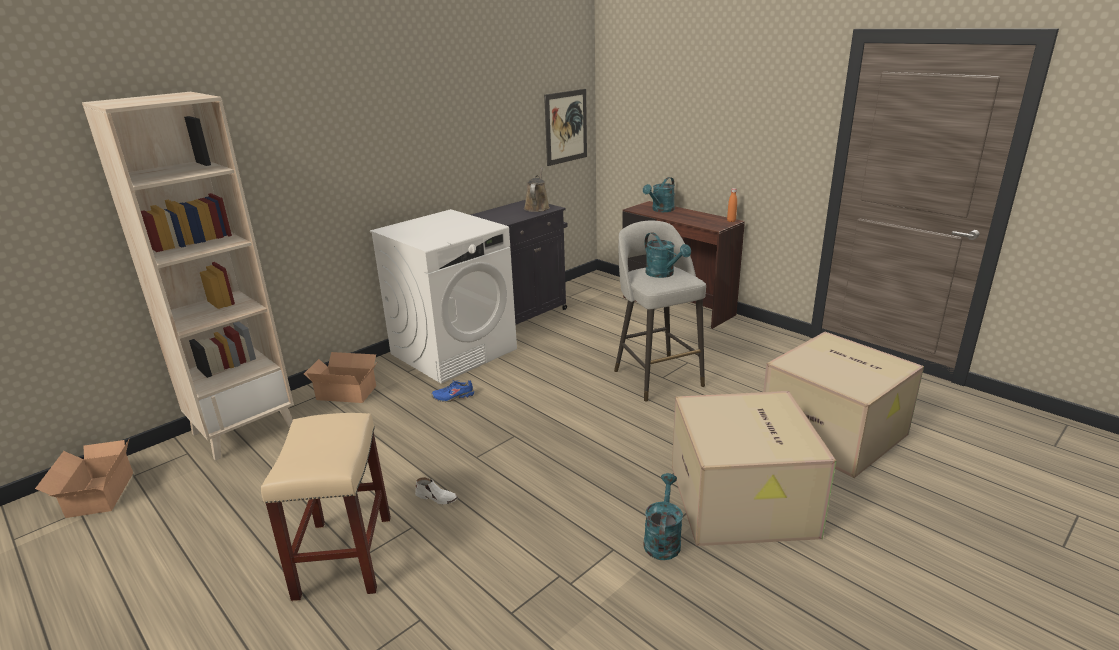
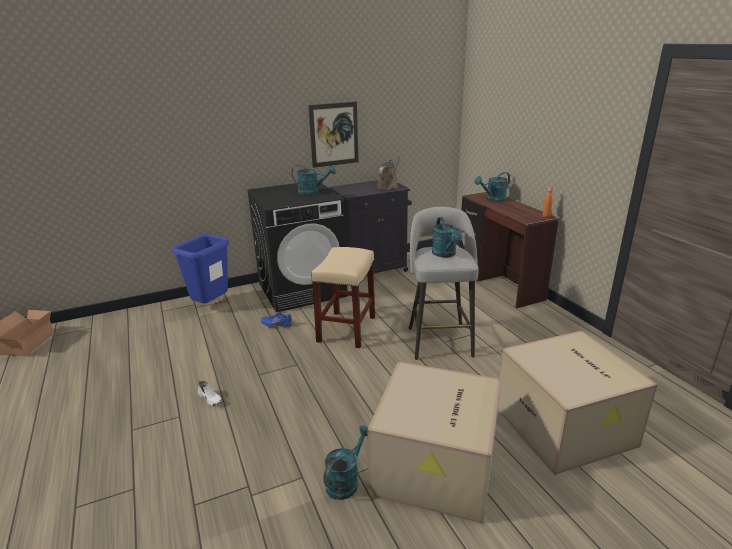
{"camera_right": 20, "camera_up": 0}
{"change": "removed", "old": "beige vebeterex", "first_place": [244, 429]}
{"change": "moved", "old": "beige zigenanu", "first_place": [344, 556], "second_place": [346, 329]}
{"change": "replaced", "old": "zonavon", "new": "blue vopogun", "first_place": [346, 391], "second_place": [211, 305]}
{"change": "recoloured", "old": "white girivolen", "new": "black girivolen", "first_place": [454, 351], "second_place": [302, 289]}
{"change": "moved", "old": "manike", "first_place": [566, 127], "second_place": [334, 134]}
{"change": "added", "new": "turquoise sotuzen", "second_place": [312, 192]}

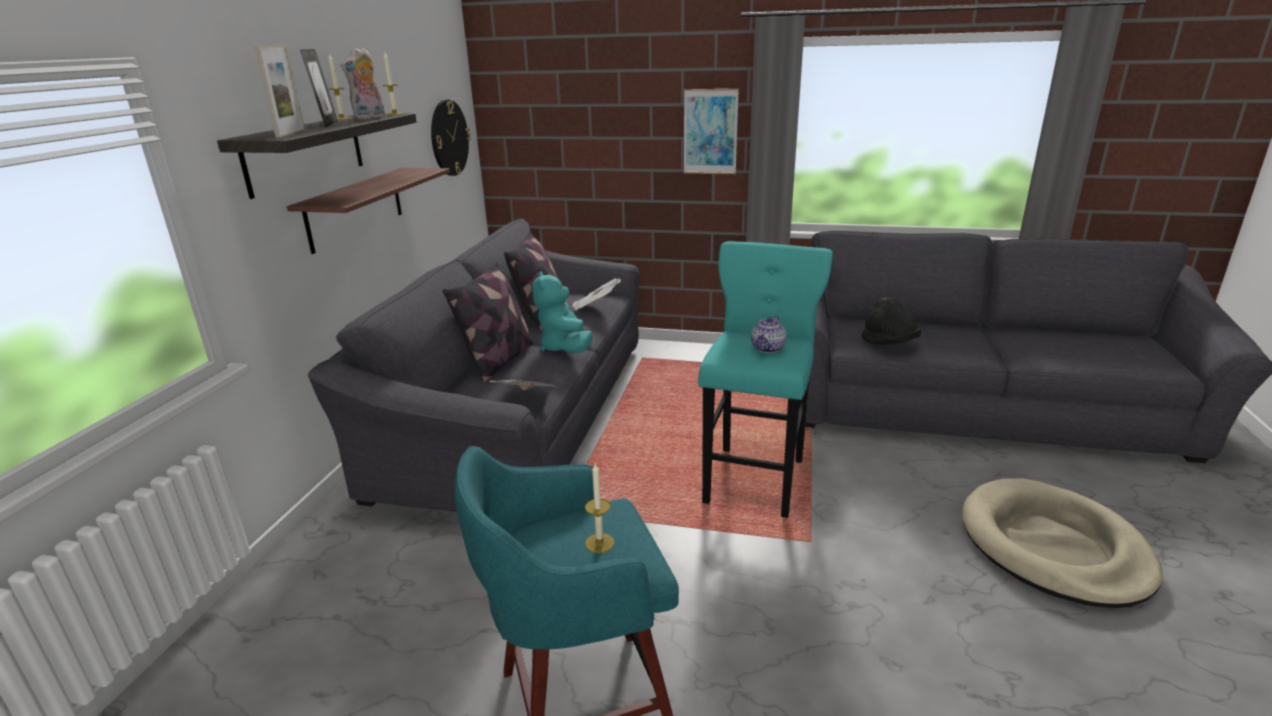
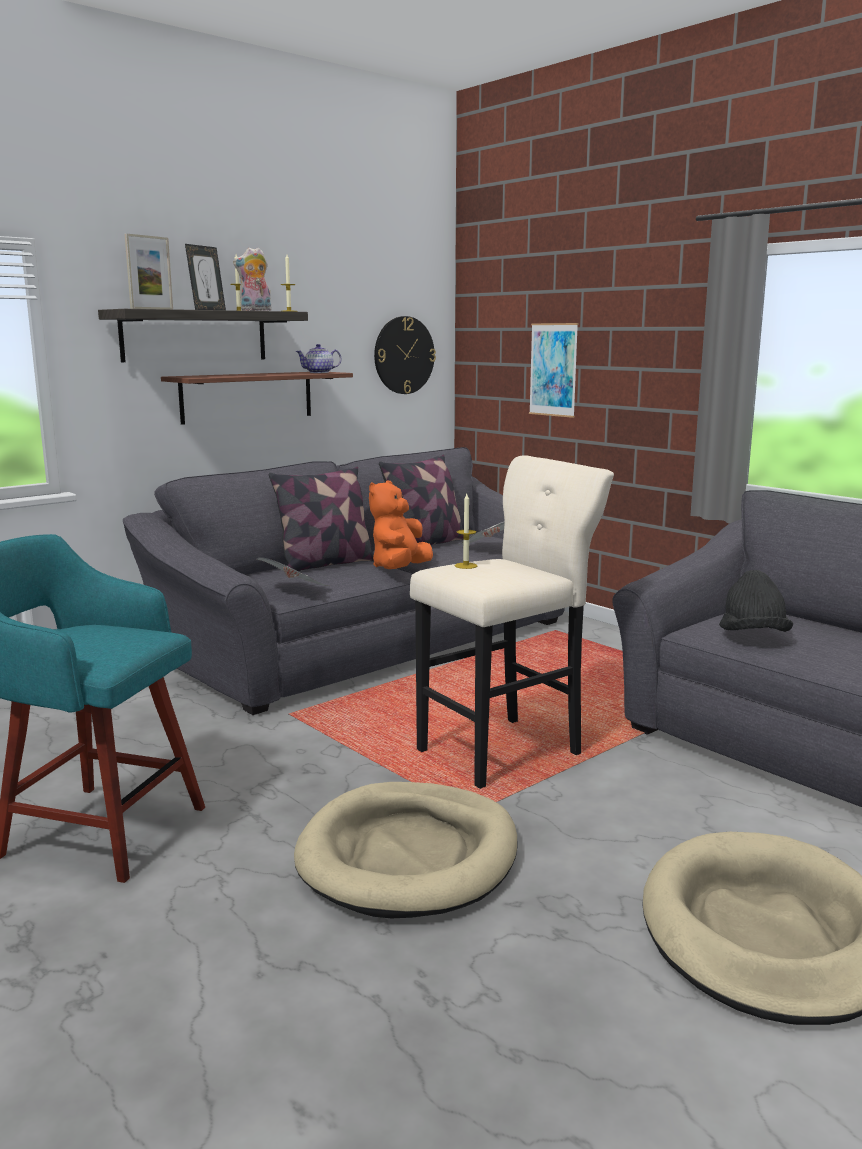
{"camera_right": 35, "camera_up": -10}
{"change": "recoloured", "old": "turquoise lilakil", "new": "orange lilakil", "first_place": [565, 348], "second_place": [399, 569]}
{"change": "moved", "old": "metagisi", "first_place": [599, 543], "second_place": [466, 566]}
{"change": "moved", "old": "manike", "first_place": [710, 132], "second_place": [553, 369]}
{"change": "recoloured", "old": "turquoise zigenanu", "new": "beige zigenanu", "first_place": [755, 477], "second_place": [505, 750]}
{"change": "moved", "old": "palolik", "first_place": [768, 348], "second_place": [319, 372]}
{"change": "added", "new": "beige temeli", "second_place": [409, 856]}

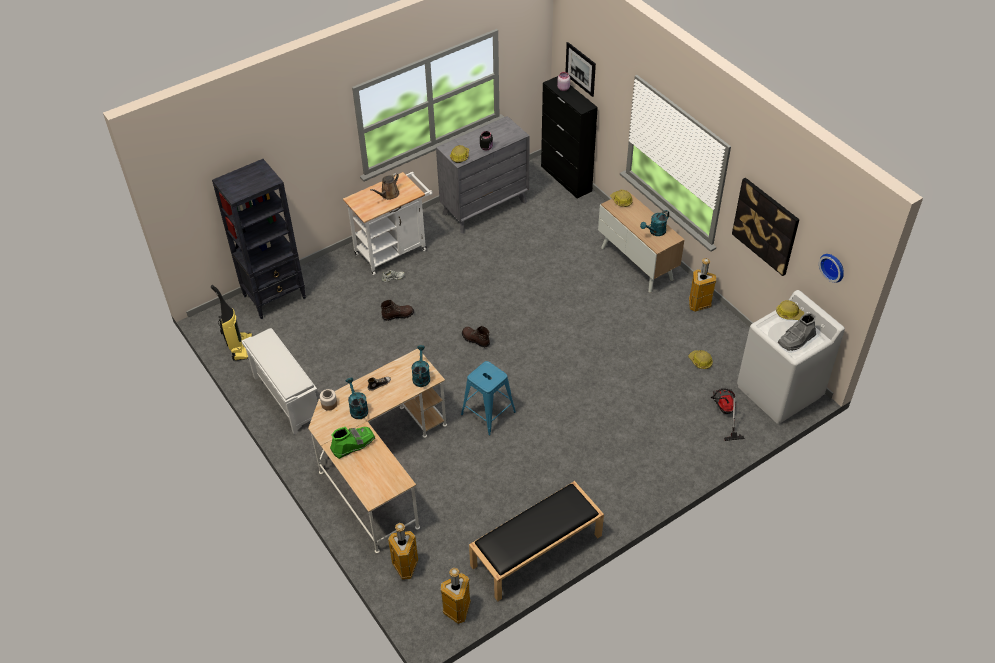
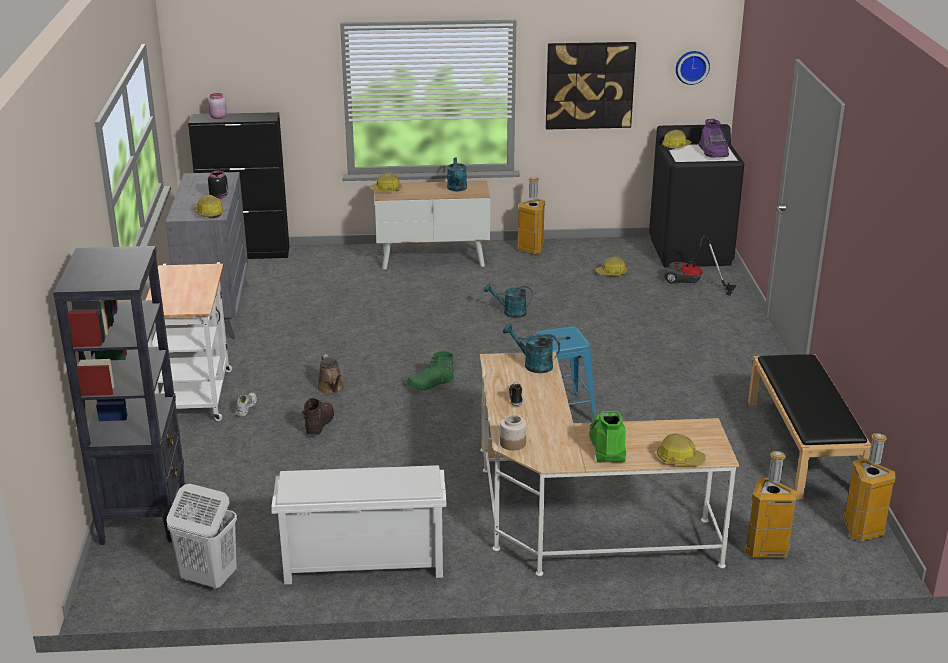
{"camera_right": -60, "camera_up": -20}
{"change": "replaced", "old": "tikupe", "new": "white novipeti", "first_place": [241, 348], "second_place": [208, 578]}
{"change": "moved", "old": "turquoise sotuzen", "first_place": [357, 408], "second_place": [510, 312]}
{"change": "moved", "old": "brown sotuzen", "first_place": [388, 195], "second_place": [332, 389]}
{"change": "recoloured", "old": "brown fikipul", "new": "green fikipul", "first_place": [475, 340], "second_place": [430, 384]}
{"change": "removed", "old": "manike", "first_place": [580, 69]}
{"change": "recoloured", "old": "white girivolen", "new": "black girivolen", "first_place": [779, 392], "second_place": [691, 251]}
{"change": "recoloured", "old": "grey fikipul", "new": "purple fikipul", "first_place": [796, 340], "second_place": [713, 153]}
{"change": "added", "new": "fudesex", "second_place": [679, 459]}

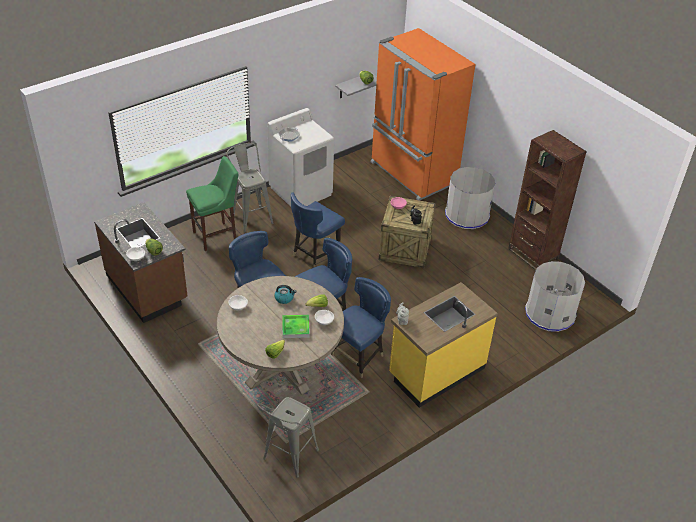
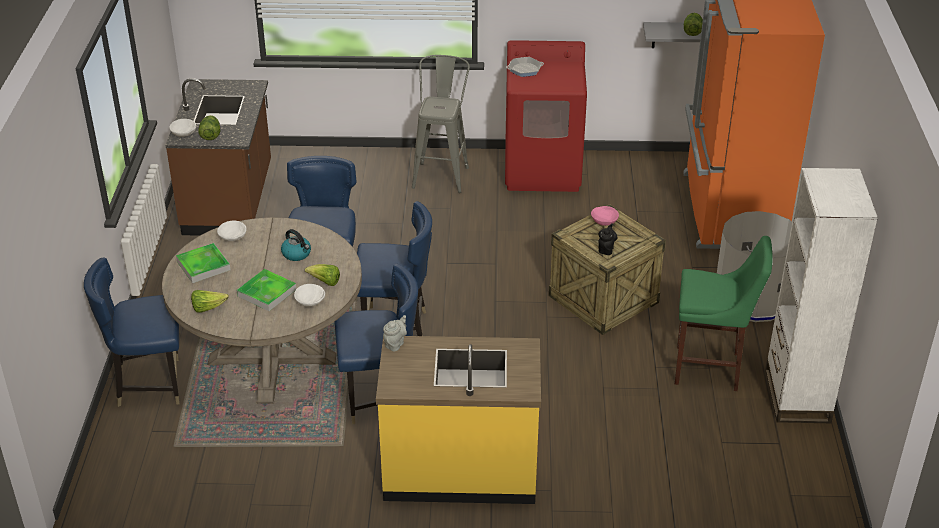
{"camera_right": 40, "camera_up": -5}
{"change": "moved", "old": "green zigenanu", "first_place": [217, 236], "second_place": [711, 369]}
{"change": "removed", "old": "grey zigenanu", "first_place": [287, 458]}
{"change": "recoloured", "old": "white girivolen", "new": "red girivolen", "first_place": [301, 191], "second_place": [543, 170]}
{"change": "moved", "old": "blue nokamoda", "first_place": [315, 254], "second_place": [149, 384]}
{"change": "recoloured", "old": "brown vebeterex", "new": "white vebeterex", "first_place": [532, 255], "second_place": [797, 396]}
{"change": "removed", "old": "grey vopogun", "first_place": [550, 313]}
{"change": "added", "new": "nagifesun", "second_place": [203, 266]}

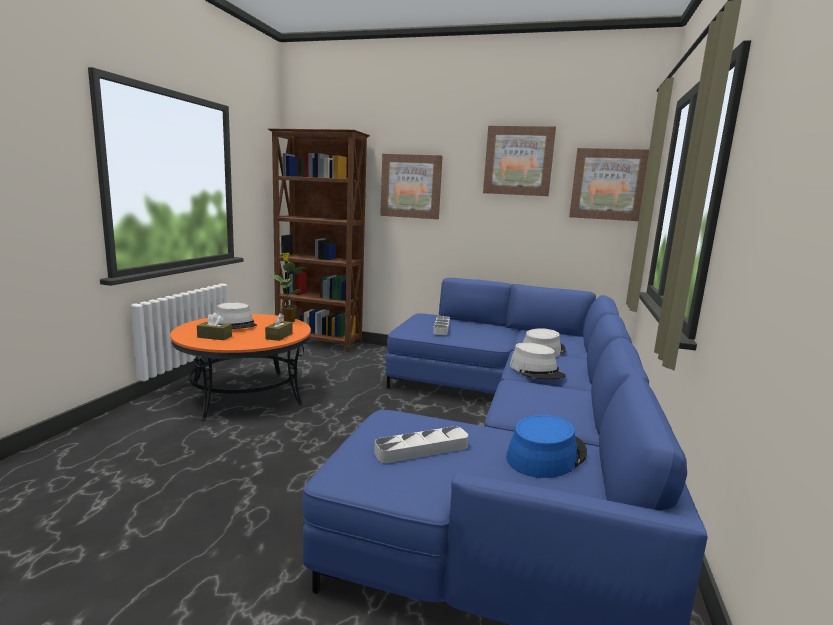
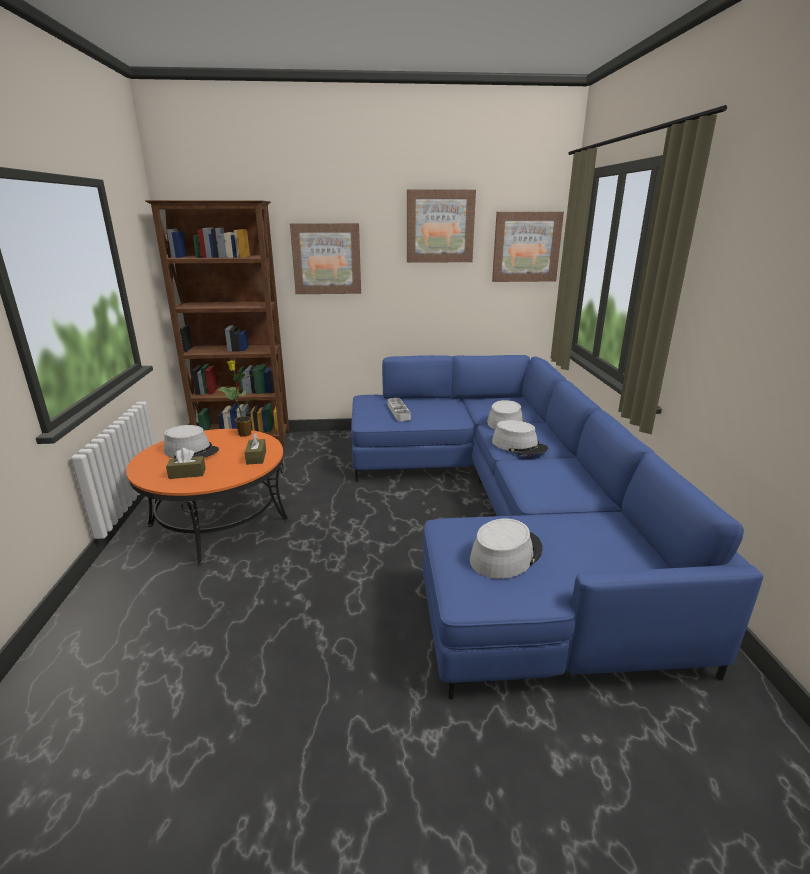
{"camera_right": -20, "camera_up": 10}
{"change": "replaced", "old": "grey nagifesun", "new": "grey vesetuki", "first_place": [421, 449], "second_place": [505, 554]}
{"change": "removed", "old": "blue vesetuki", "first_place": [546, 455]}

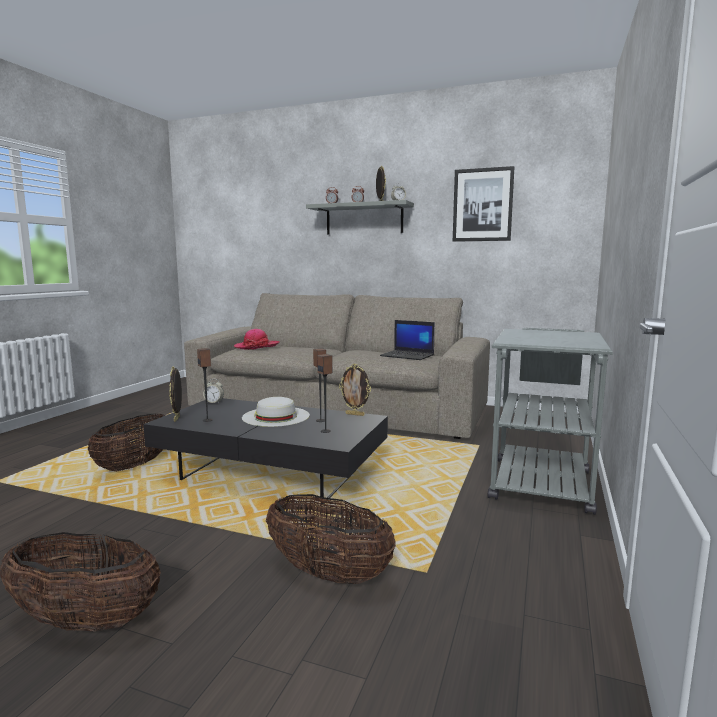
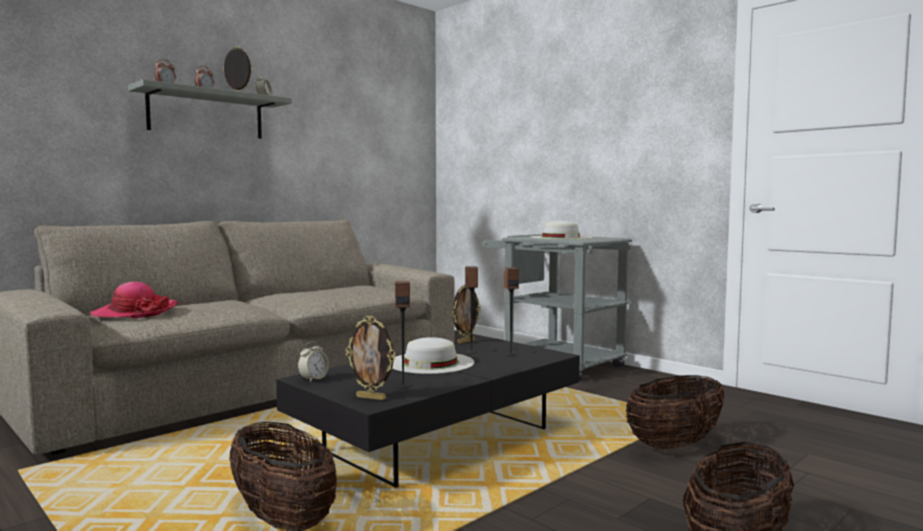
{"camera_right": -65, "camera_up": -5}
{"change": "removed", "old": "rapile", "first_place": [408, 355]}
{"change": "removed", "old": "manike", "first_place": [482, 205]}
{"change": "added", "new": "white vesetuki", "second_place": [560, 237]}

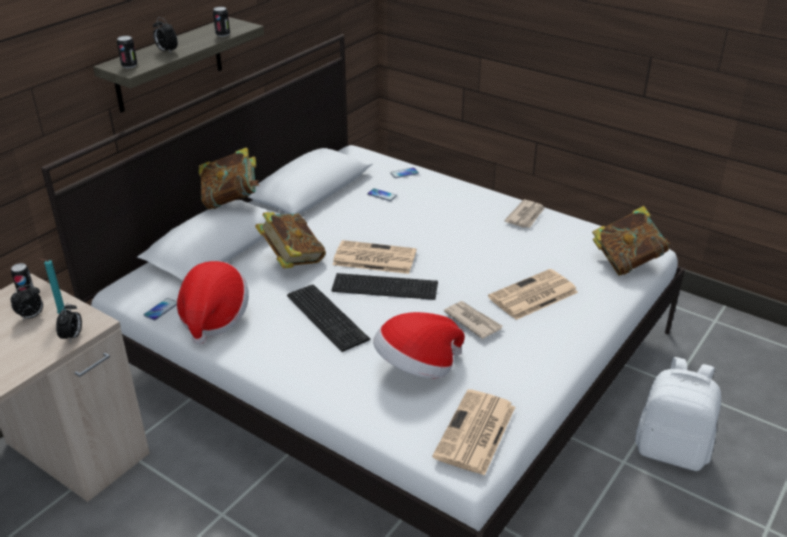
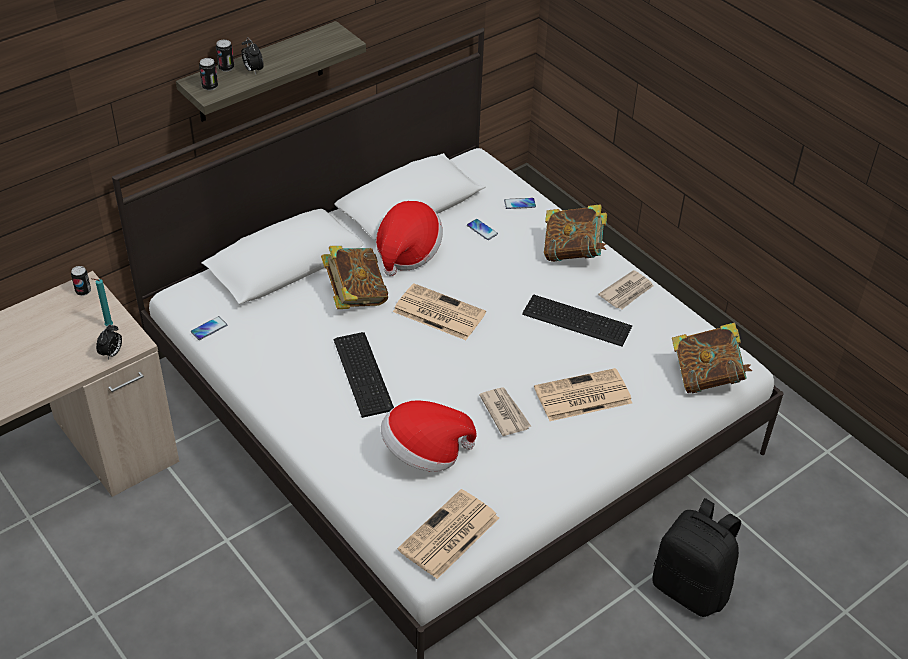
{"camera_right": 15, "camera_up": 10}
{"change": "removed", "old": "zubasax", "first_place": [31, 317]}
{"change": "moved", "old": "vesetuki", "first_place": [213, 318], "second_place": [407, 252]}
{"change": "moved", "old": "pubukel", "first_place": [231, 200], "second_place": [573, 253]}
{"change": "moved", "old": "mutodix", "first_place": [222, 34], "second_place": [226, 68]}
{"change": "moved", "old": "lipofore", "first_place": [384, 285], "second_place": [576, 319]}
{"change": "recoloured", "old": "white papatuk", "new": "black papatuk", "first_place": [672, 450], "second_place": [691, 588]}

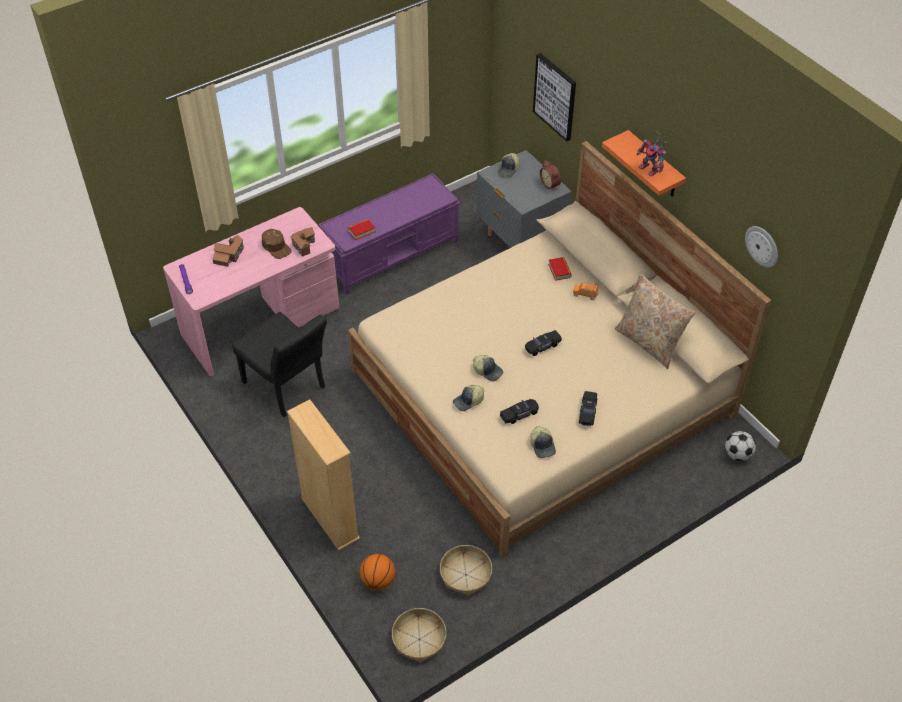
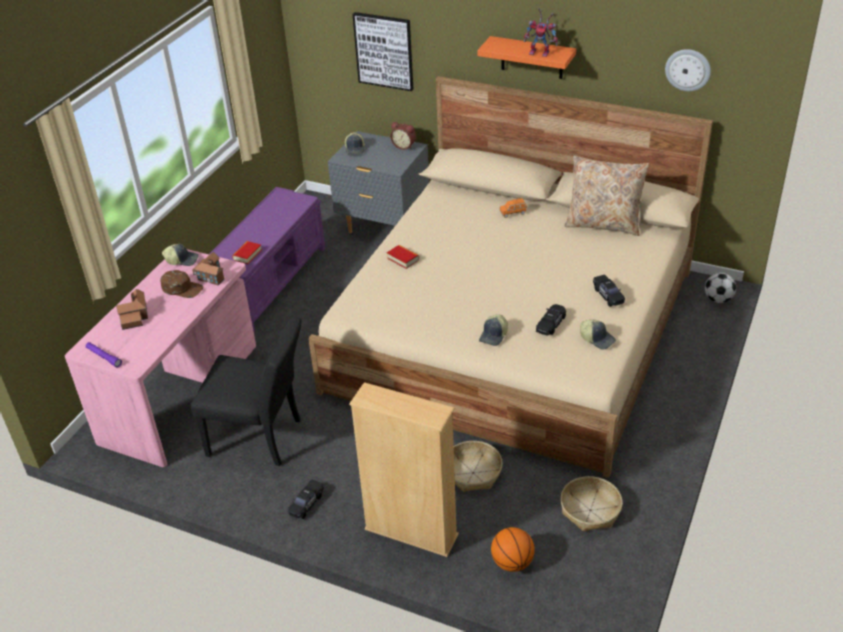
{"camera_right": -30, "camera_up": -10}
{"change": "moved", "old": "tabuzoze", "first_place": [419, 639], "second_place": [473, 473]}
{"change": "moved", "old": "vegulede", "first_place": [488, 371], "second_place": [182, 260]}
{"change": "moved", "old": "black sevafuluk", "first_place": [542, 346], "second_place": [306, 504]}
{"change": "moved", "old": "pubukel", "first_place": [559, 271], "second_place": [403, 259]}

